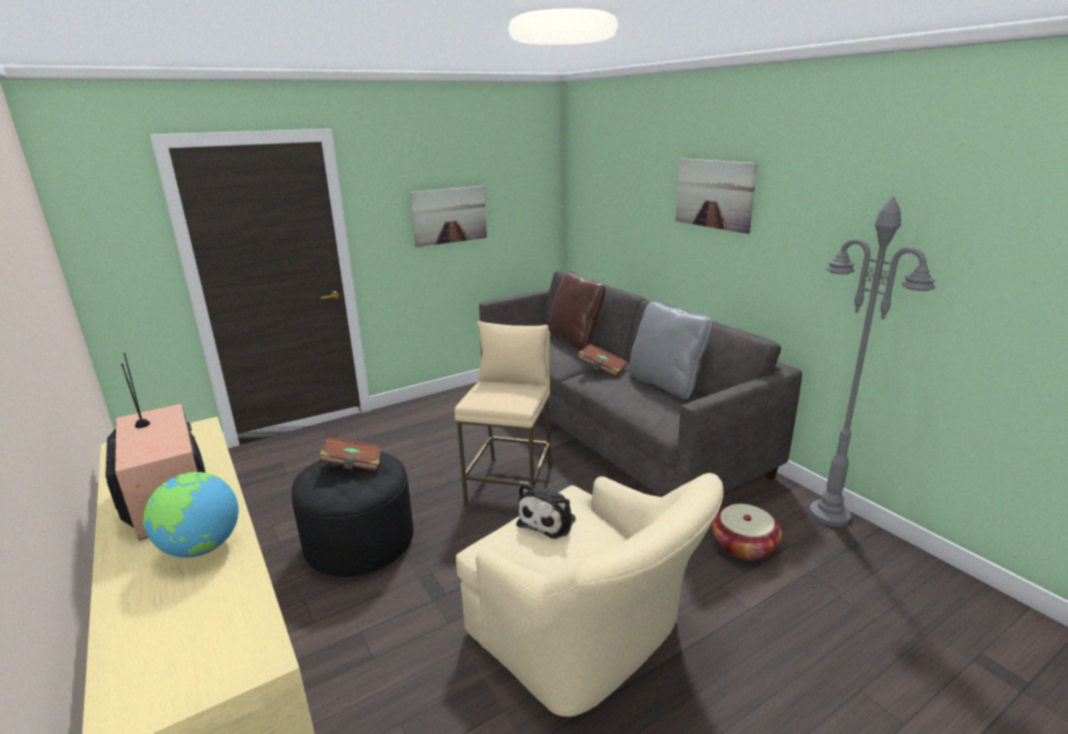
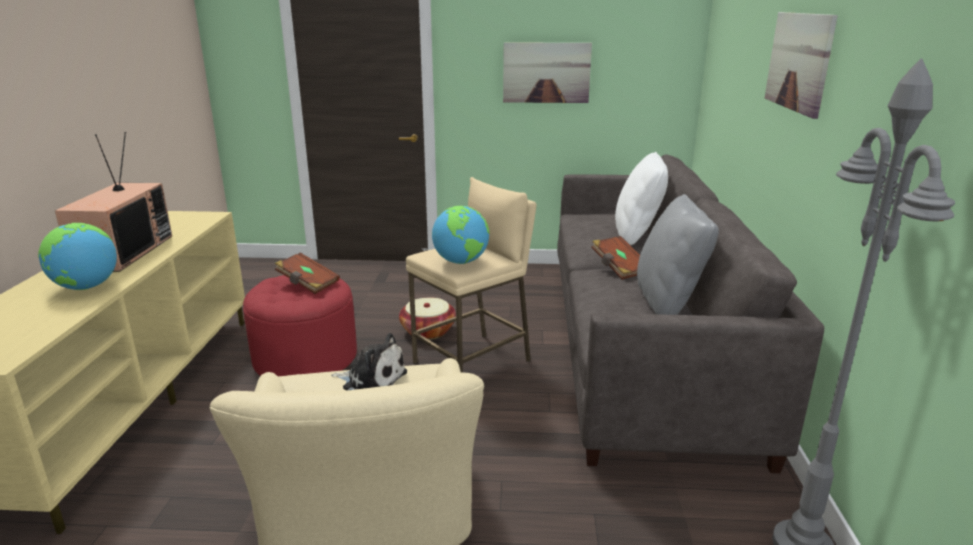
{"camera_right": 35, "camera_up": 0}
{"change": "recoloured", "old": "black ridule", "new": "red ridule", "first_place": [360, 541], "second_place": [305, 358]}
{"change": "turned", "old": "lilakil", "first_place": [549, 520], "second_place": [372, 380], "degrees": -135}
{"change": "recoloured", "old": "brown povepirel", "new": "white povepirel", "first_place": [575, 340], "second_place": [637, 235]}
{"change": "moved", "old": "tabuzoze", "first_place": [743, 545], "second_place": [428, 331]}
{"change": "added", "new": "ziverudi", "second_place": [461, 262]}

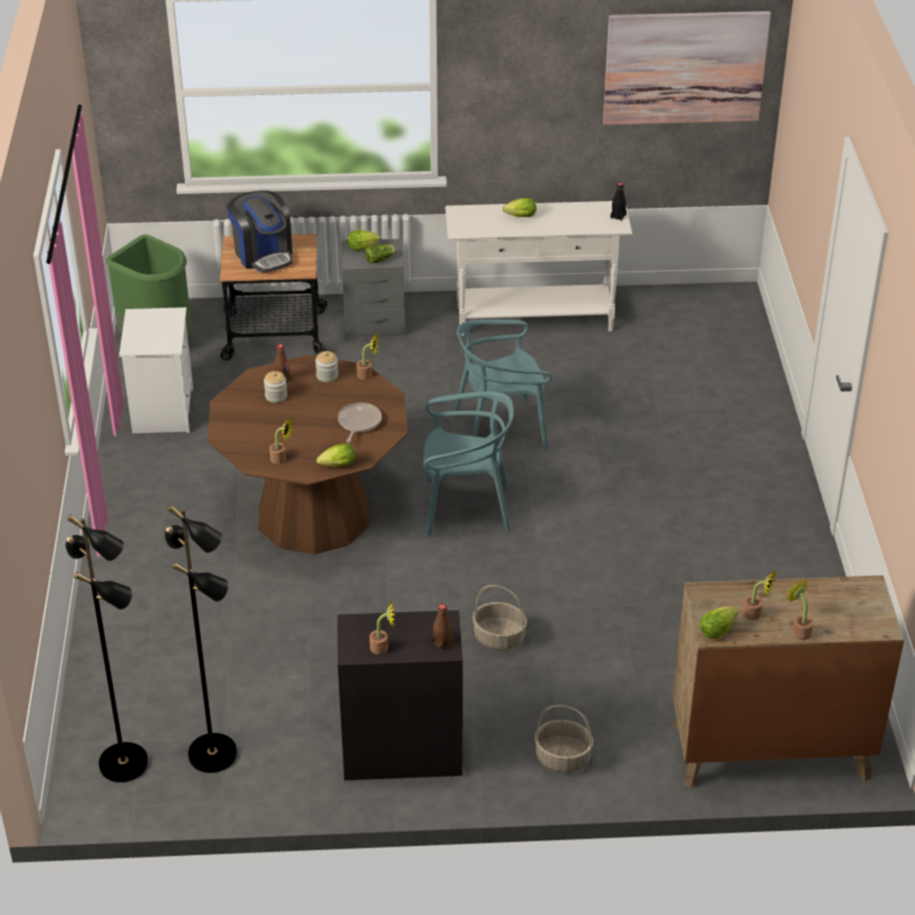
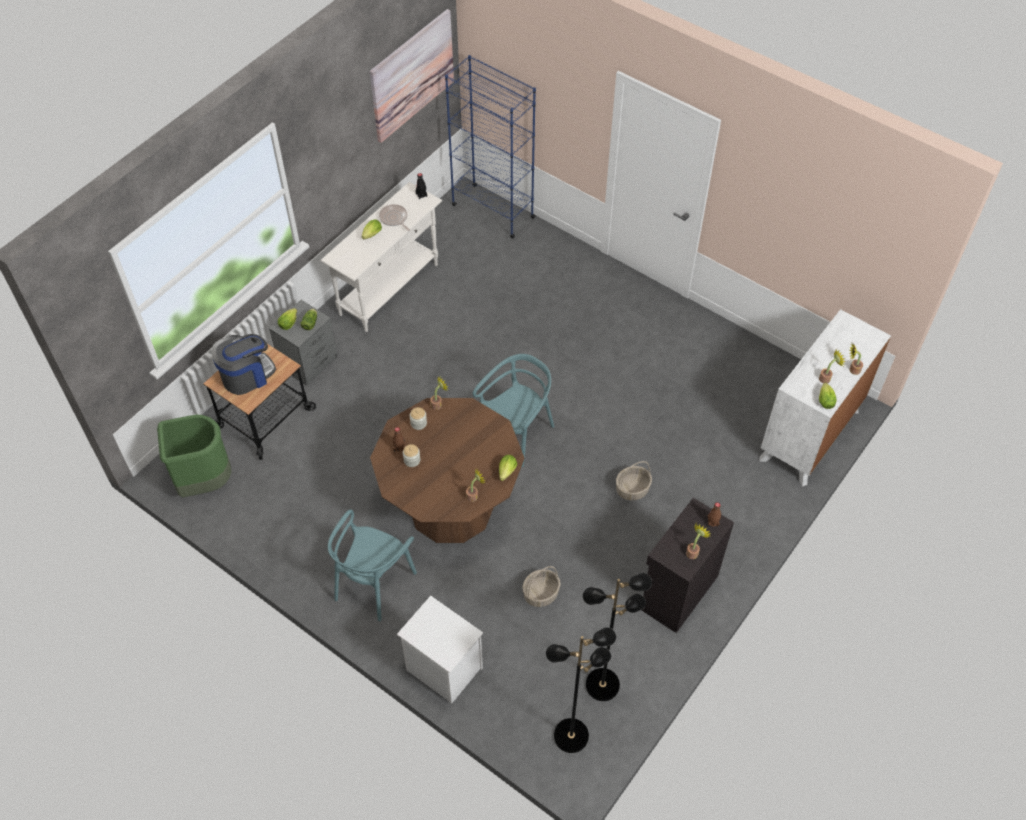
{"camera_right": -50, "camera_up": 15}
{"change": "moved", "old": "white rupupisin", "first_place": [162, 410], "second_place": [442, 669]}
{"change": "turned", "old": "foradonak", "first_place": [263, 254], "second_place": [247, 375], "degrees": -45}
{"change": "moved", "old": "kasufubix", "first_place": [358, 423], "second_place": [394, 218]}
{"change": "moved", "old": "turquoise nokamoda", "first_place": [500, 429], "second_place": [373, 583]}
{"change": "moved", "old": "tabuzoze", "first_place": [562, 758], "second_place": [541, 594]}
{"change": "recoloured", "old": "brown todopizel", "new": "white todopizel", "first_place": [770, 751], "second_place": [809, 435]}
{"change": "added", "new": "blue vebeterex", "second_place": [493, 211]}

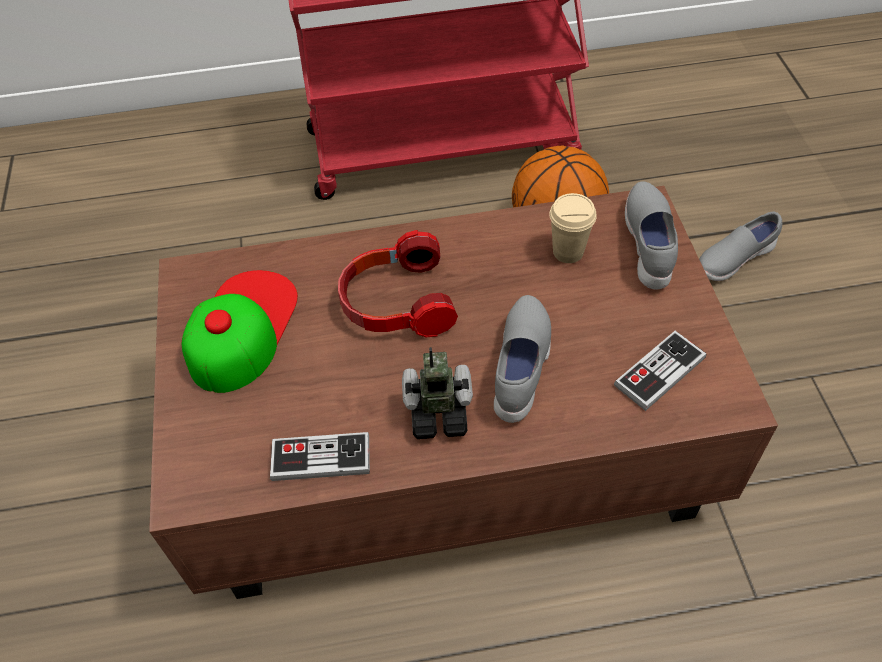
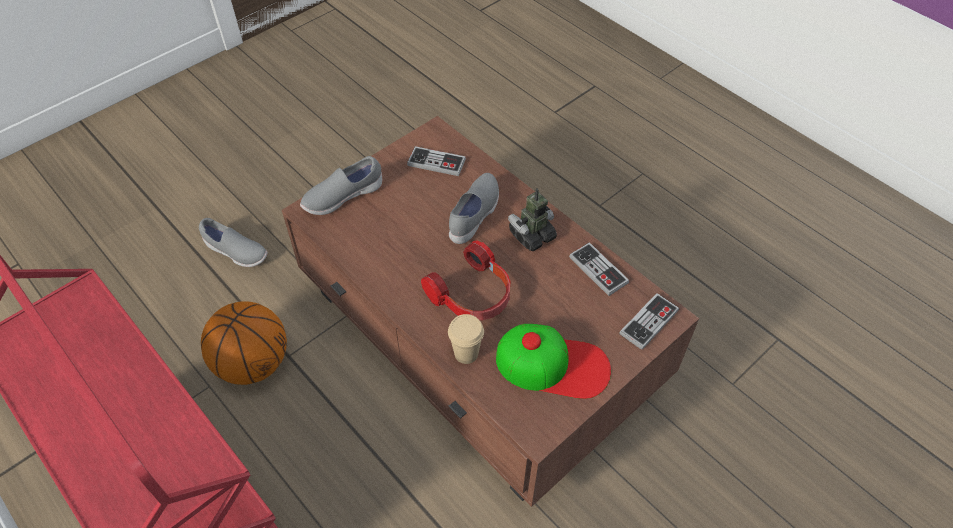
{"camera_right": -125, "camera_up": 0}
{"change": "turned", "old": "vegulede", "first_place": [241, 328], "second_place": [553, 364], "degrees": -150}
{"change": "turned", "old": "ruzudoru", "first_place": [438, 414], "second_place": [532, 235], "degrees": 90}
{"change": "turned", "old": "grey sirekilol", "first_place": [522, 367], "second_place": [475, 215], "degrees": 135}
{"change": "moved", "old": "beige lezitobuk", "first_place": [568, 252], "second_place": [466, 353]}
{"change": "added", "new": "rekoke", "second_place": [649, 322]}

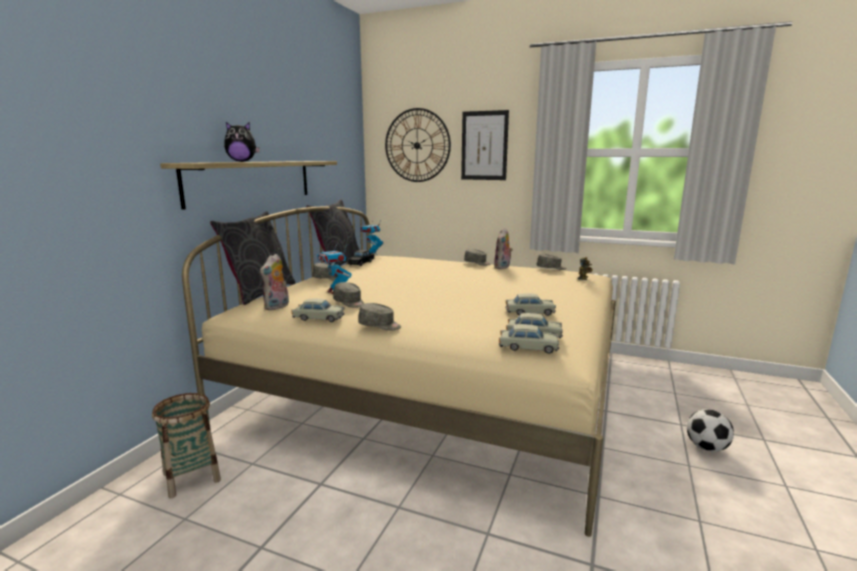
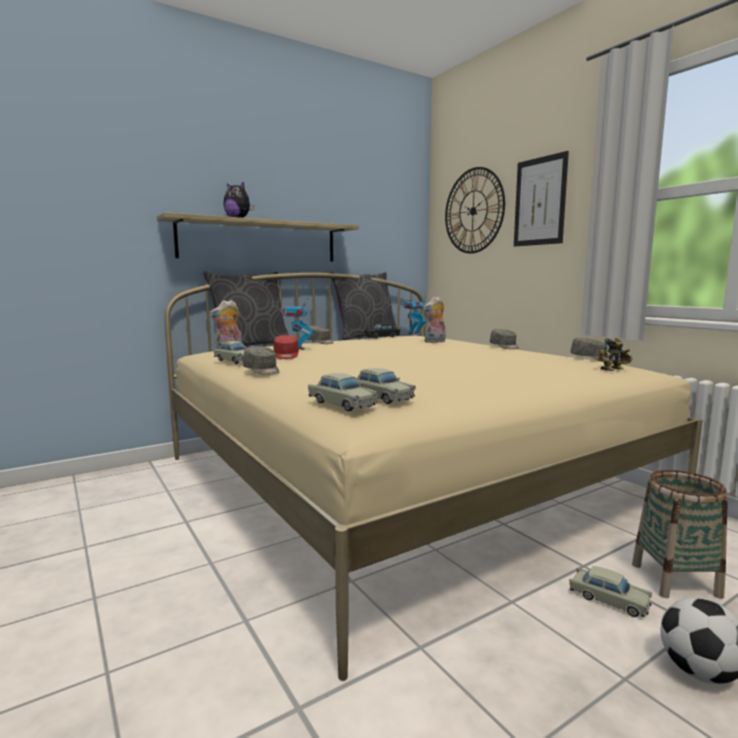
{"camera_right": 35, "camera_up": -5}
{"change": "moved", "old": "tabuzoze", "first_place": [192, 477], "second_place": [675, 580]}
{"change": "recoloured", "old": "grey vegulede", "new": "red vegulede", "first_place": [349, 303], "second_place": [286, 356]}
{"change": "moved", "old": "lilakil", "first_place": [502, 267], "second_place": [434, 342]}
{"change": "moved", "old": "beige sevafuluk", "first_place": [530, 312], "second_place": [609, 599]}

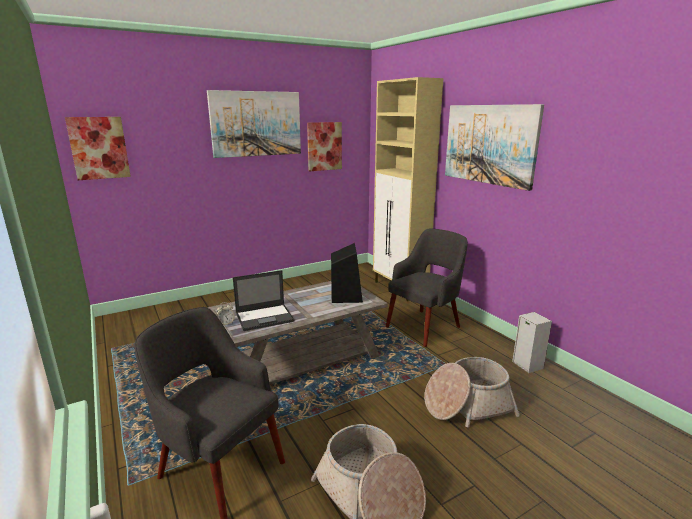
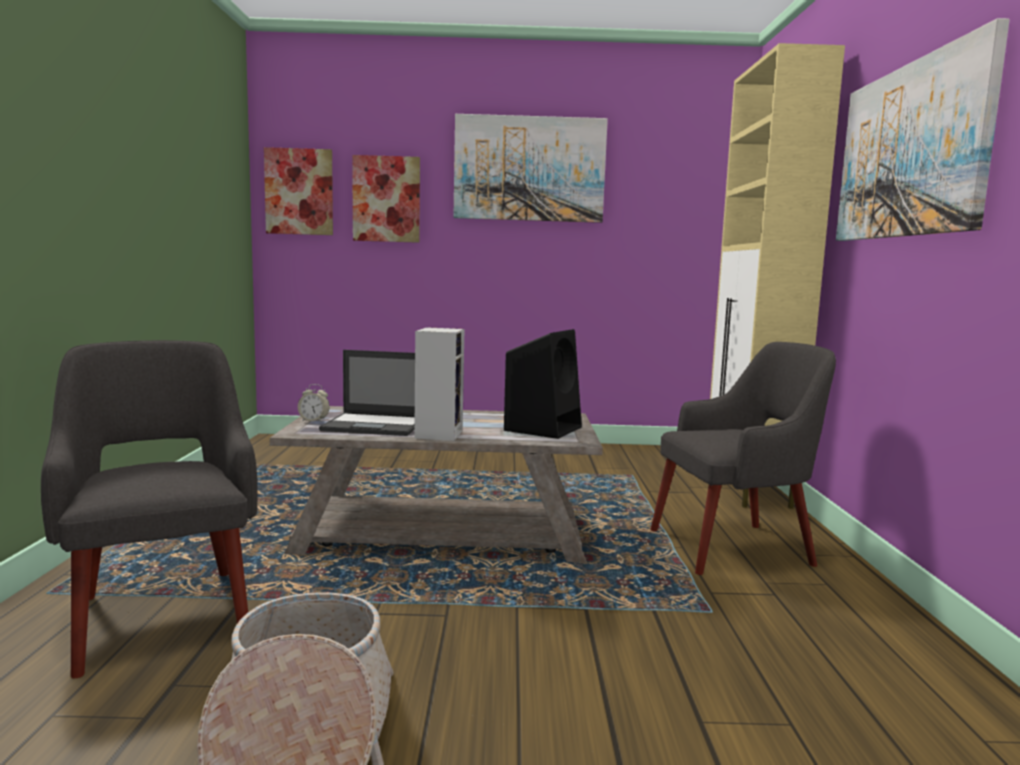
{"camera_right": 30, "camera_up": -10}
{"change": "moved", "old": "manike", "first_place": [324, 146], "second_place": [386, 199]}
{"change": "removed", "old": "tabuzoze", "first_place": [467, 405]}
{"change": "moved", "old": "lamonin", "first_place": [526, 364], "second_place": [438, 434]}

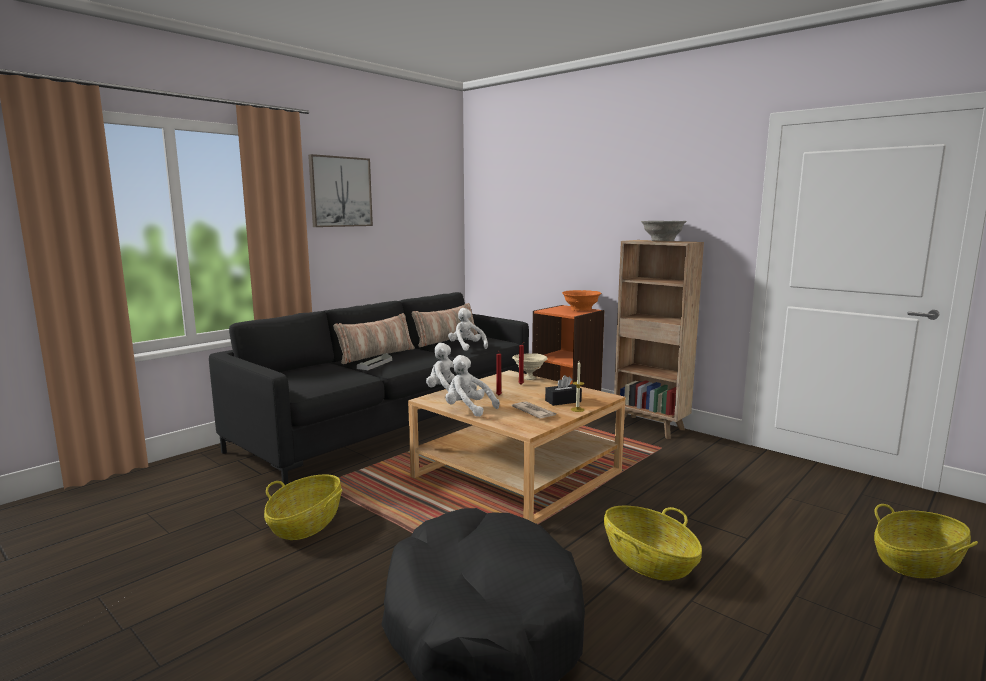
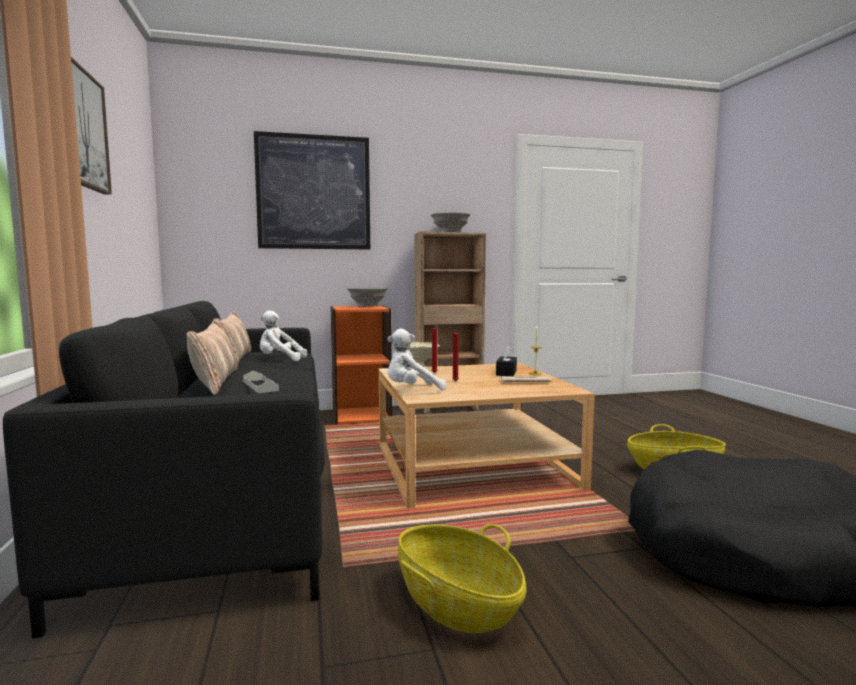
{"camera_right": -55, "camera_up": -5}
{"change": "removed", "old": "white lilakil", "first_place": [468, 409]}
{"change": "recoloured", "old": "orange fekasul", "new": "grey fekasul", "first_place": [581, 310], "second_place": [367, 306]}
{"change": "removed", "old": "tabuzoze", "first_place": [917, 563]}
{"change": "added", "new": "manike", "second_place": [314, 192]}

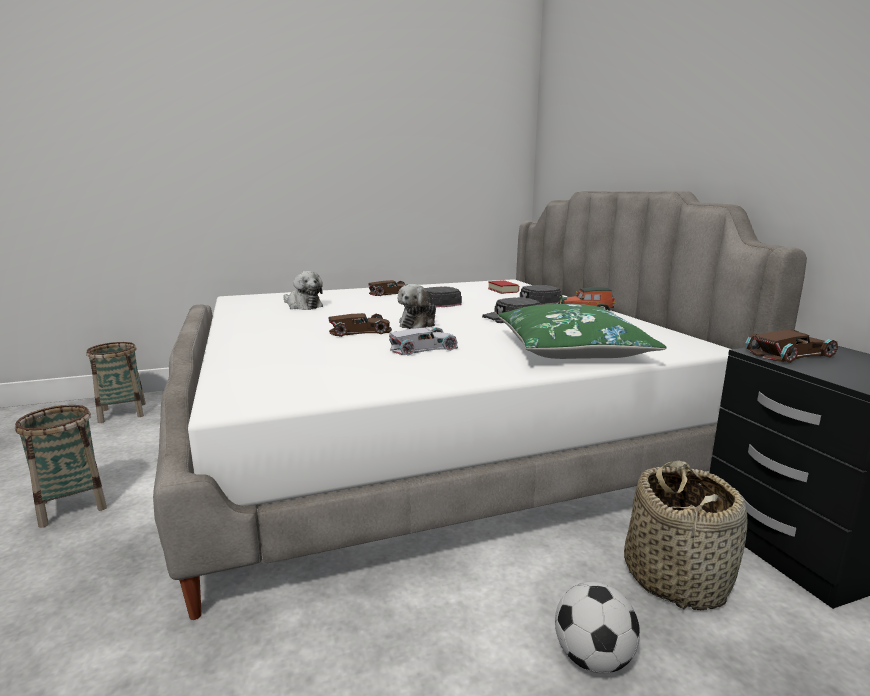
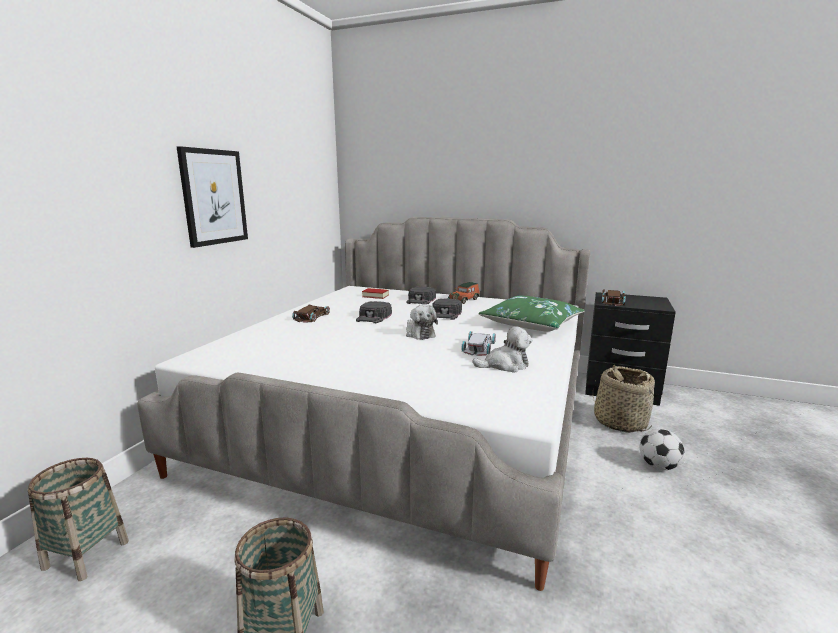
{"camera_right": -50, "camera_up": 0}
{"change": "moved", "old": "lilakil", "first_place": [303, 306], "second_place": [505, 365]}
{"change": "removed", "old": "brown sevafuluk", "first_place": [360, 331]}
{"change": "added", "new": "manike", "second_place": [213, 197]}

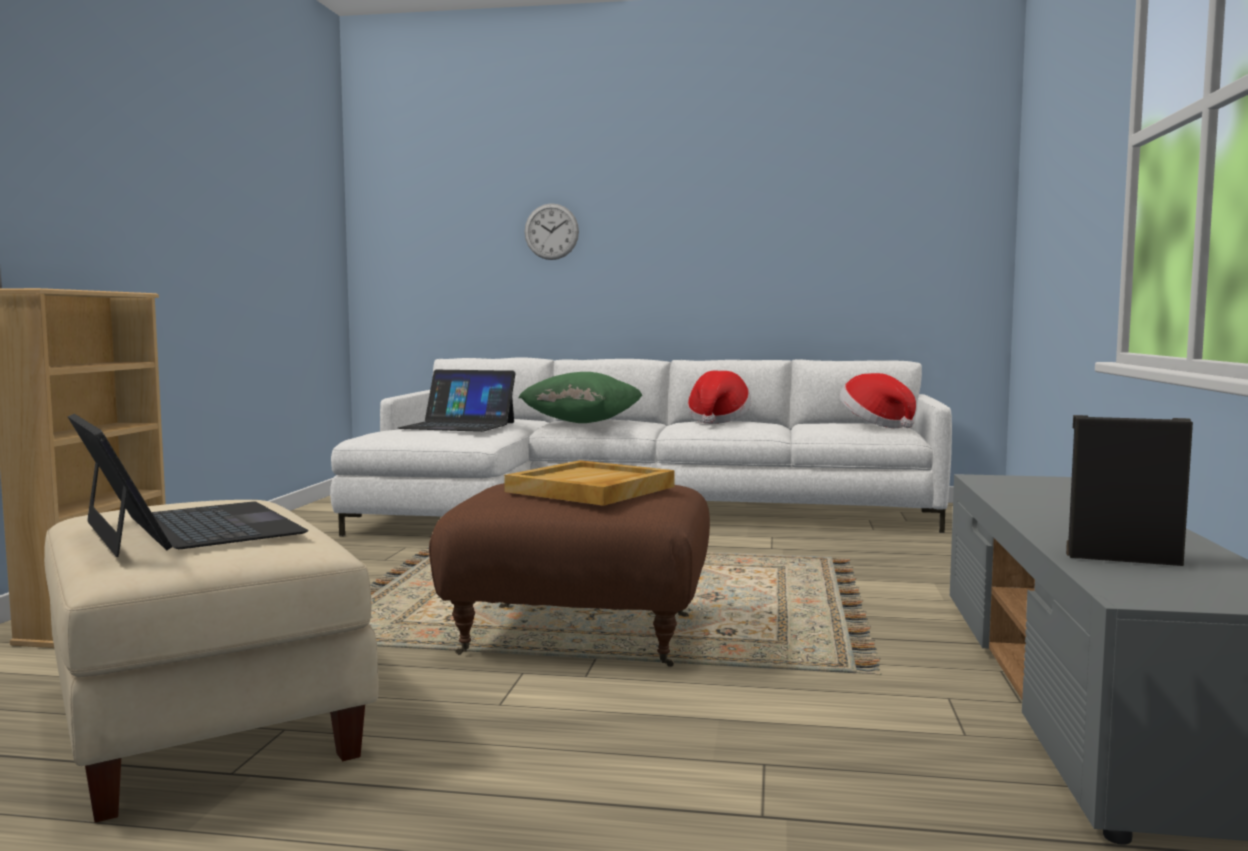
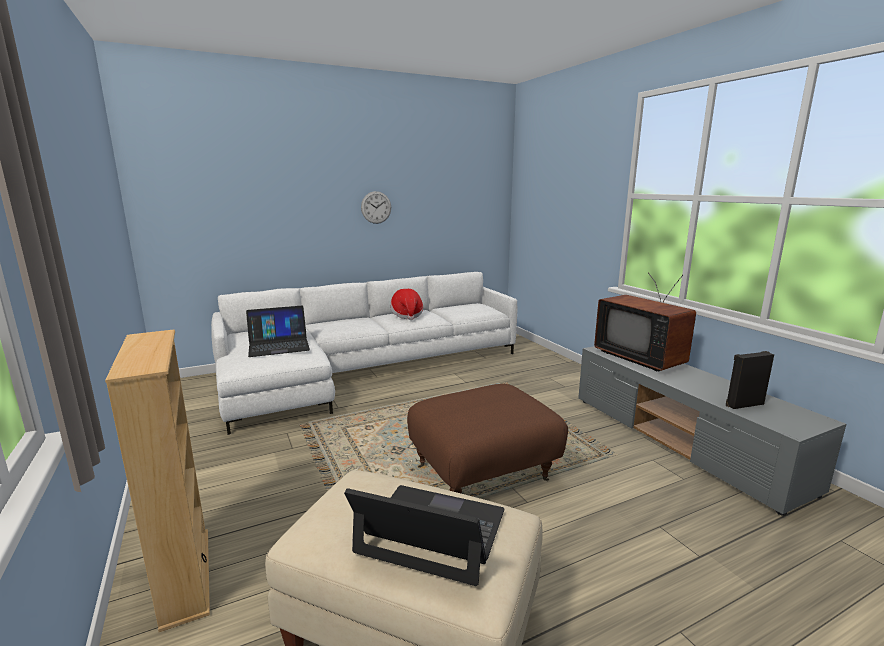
{"camera_right": -35, "camera_up": 10}
{"change": "removed", "old": "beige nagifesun", "first_place": [591, 489]}
{"change": "removed", "old": "green povepirel", "first_place": [582, 422]}
{"change": "moved", "old": "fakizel", "first_place": [551, 231], "second_place": [376, 207]}
{"change": "removed", "old": "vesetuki", "first_place": [875, 425]}
{"change": "added", "new": "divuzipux", "second_place": [641, 358]}

